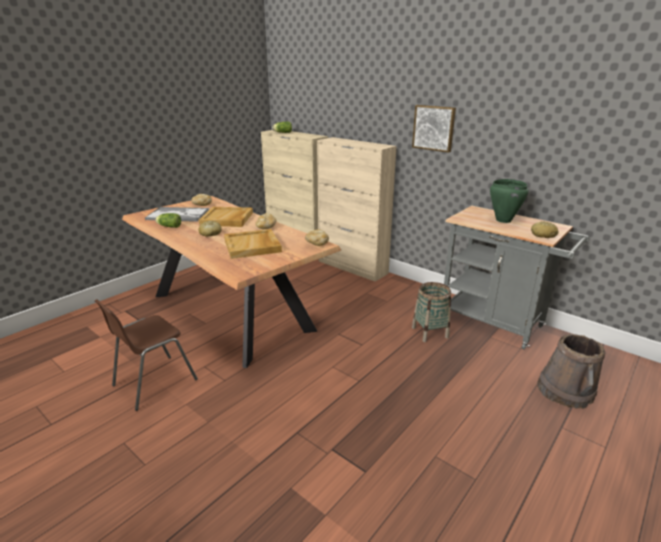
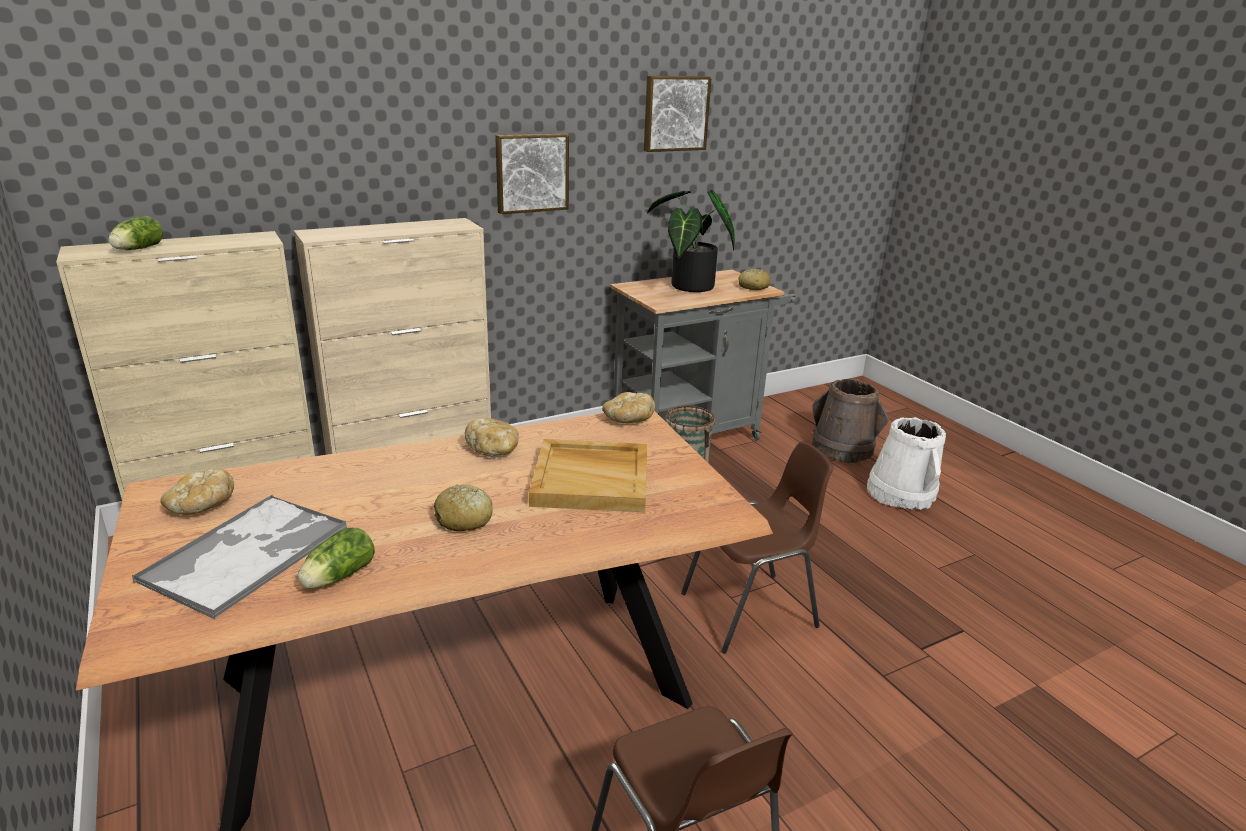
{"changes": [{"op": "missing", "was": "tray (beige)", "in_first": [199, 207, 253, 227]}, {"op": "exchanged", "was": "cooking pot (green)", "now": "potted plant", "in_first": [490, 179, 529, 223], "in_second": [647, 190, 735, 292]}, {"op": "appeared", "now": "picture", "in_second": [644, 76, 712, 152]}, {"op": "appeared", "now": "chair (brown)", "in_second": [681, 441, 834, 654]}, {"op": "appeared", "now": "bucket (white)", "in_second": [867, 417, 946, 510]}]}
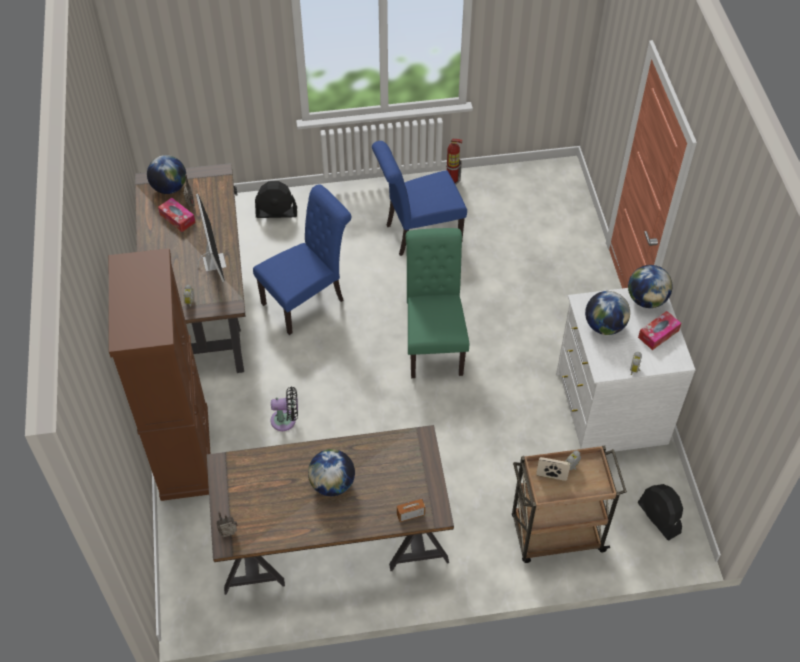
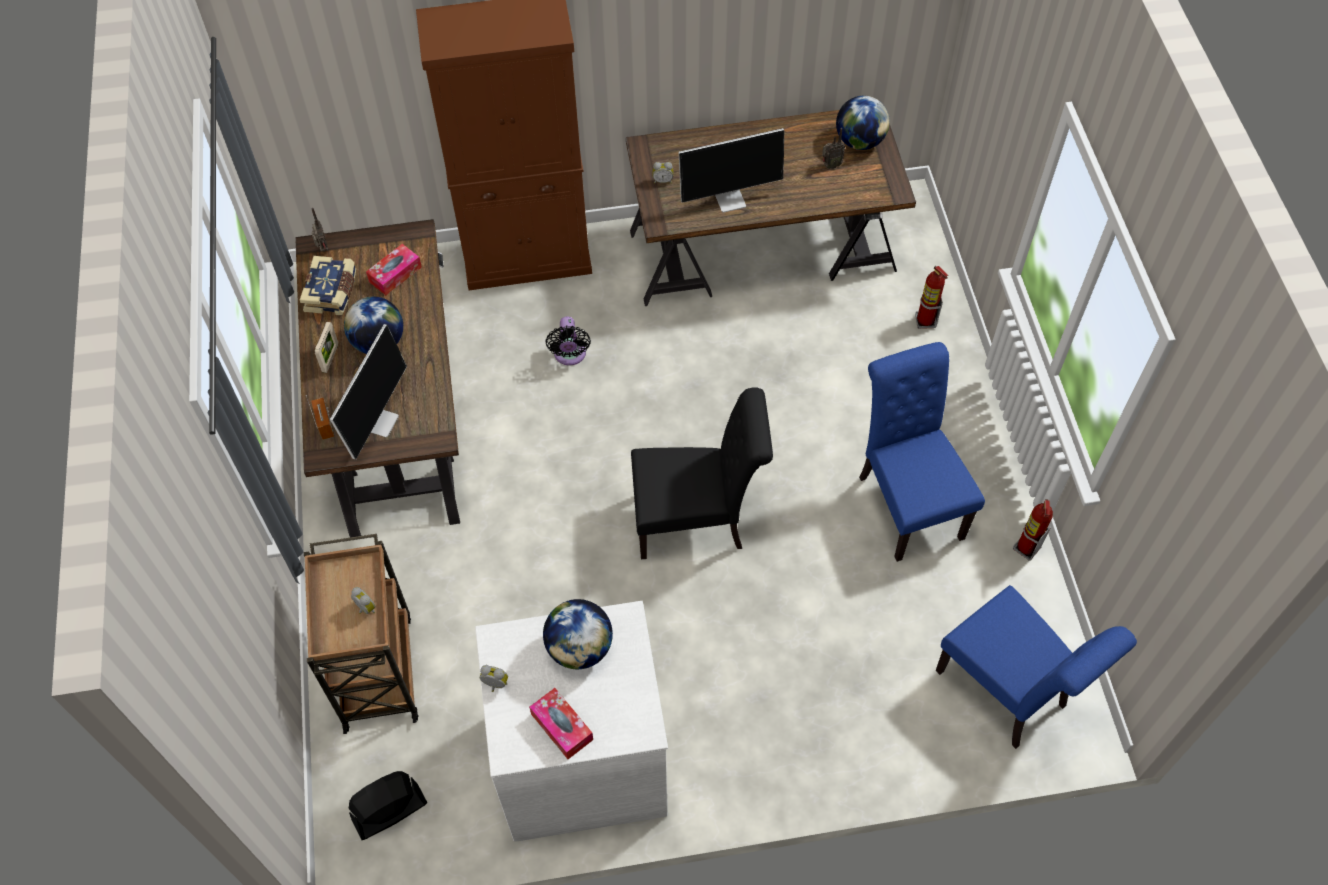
{"changes": [{"op": "relocated", "was": "tissue box", "in_first": [158, 198, 196, 232], "in_second": [366, 244, 422, 295]}, {"op": "relocated", "was": "chair (blue)", "in_first": [253, 184, 352, 335], "in_second": [936, 585, 1137, 749]}, {"op": "exchanged", "was": "fan (black)", "now": "fire extinguisher", "in_first": [255, 181, 297, 218], "in_second": [915, 266, 948, 329]}, {"op": "colour", "was": "chair (green)", "now": "chair (black)", "in_first": [406, 228, 469, 378], "in_second": [631, 387, 773, 559]}, {"op": "relocated", "was": "picture frame", "in_first": [536, 457, 570, 481], "in_second": [315, 322, 338, 373]}, {"op": "missing", "was": "globe", "in_first": [628, 265, 673, 308]}, {"op": "appeared", "now": "book", "in_second": [300, 256, 356, 315]}, {"op": "appeared", "now": "monitor", "in_second": [330, 324, 407, 459]}]}
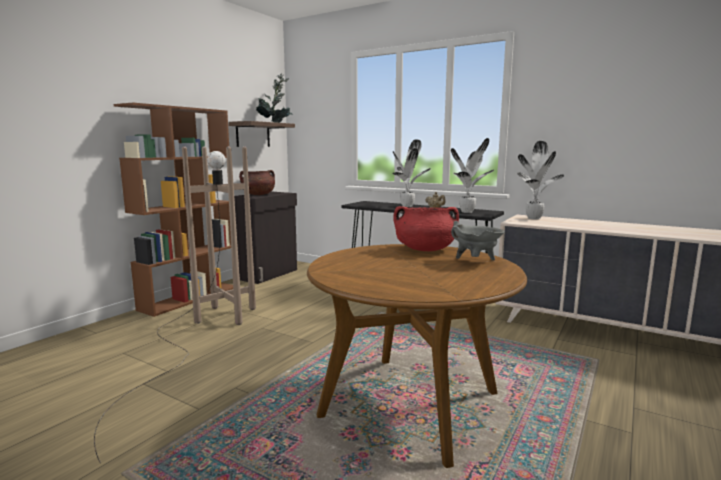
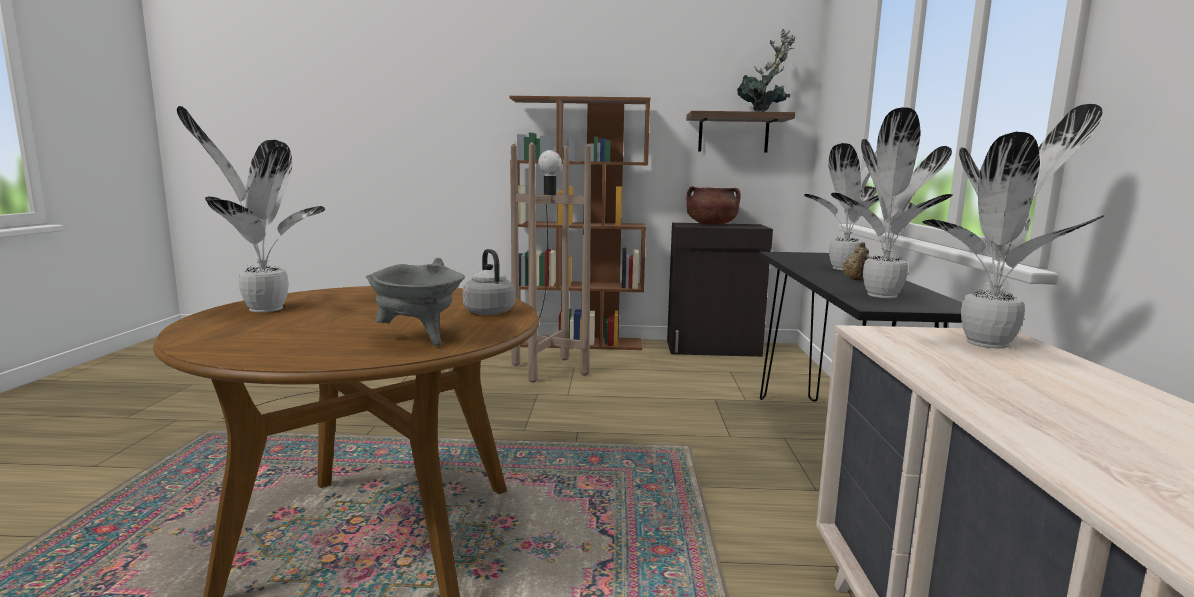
{"changes": [{"op": "exchanged", "was": "cooking pot (red)", "now": "kettle (grey)", "in_first": [393, 206, 459, 251], "in_second": [463, 249, 515, 315]}, {"op": "appeared", "now": "potted plant", "in_second": [177, 106, 325, 313]}]}
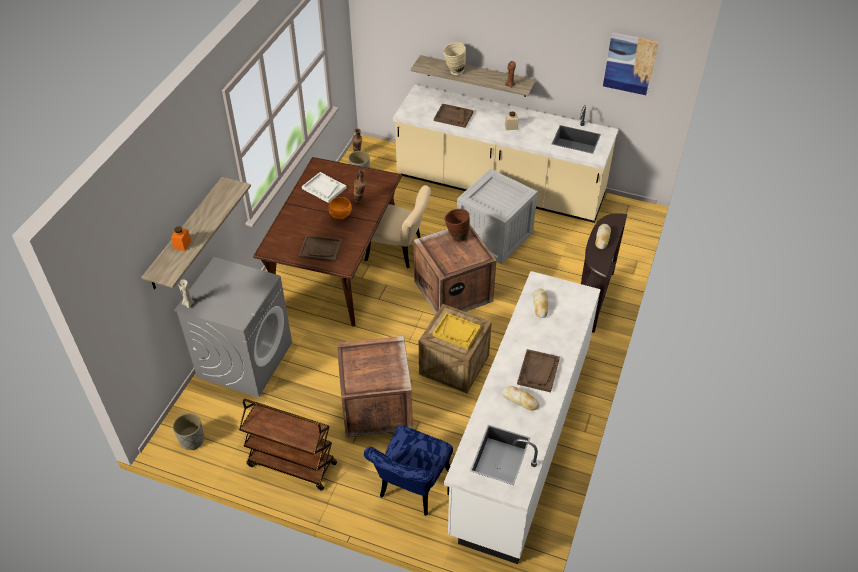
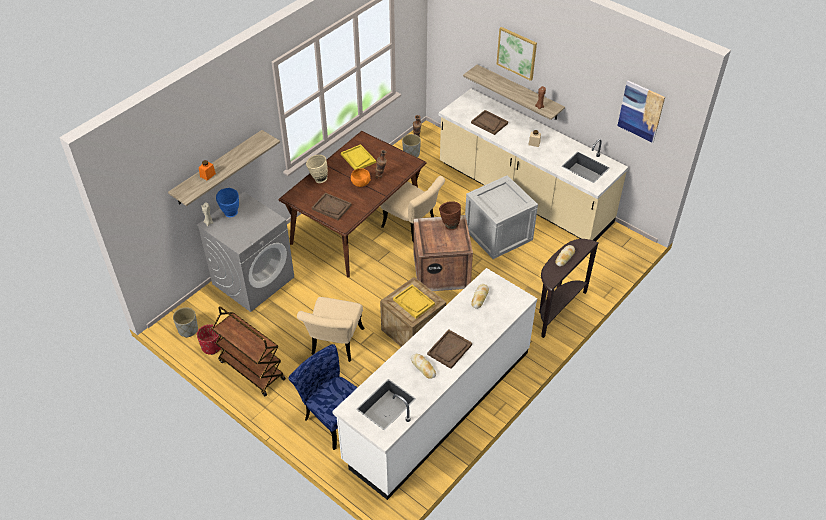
{"changes": [{"op": "colour", "was": "tray (white)", "now": "tray (yellow)", "in_first": [302, 172, 347, 203], "in_second": [341, 144, 376, 170]}, {"op": "exchanged", "was": "crate", "now": "chair (beige)", "in_first": [337, 336, 413, 437], "in_second": [297, 297, 365, 362]}, {"op": "spun", "was": "chair (blue)", "in_first": [364, 425, 453, 516], "in_second": [288, 344, 358, 450], "clockwise": 90}, {"op": "relocated", "was": "vase (beige)", "in_first": [443, 42, 466, 75], "in_second": [306, 155, 328, 183]}, {"op": "appeared", "now": "planter (red)", "in_second": [197, 324, 221, 355]}, {"op": "appeared", "now": "vase (blue)", "in_second": [216, 188, 239, 217]}, {"op": "appeared", "now": "picture", "in_second": [497, 27, 537, 81]}]}
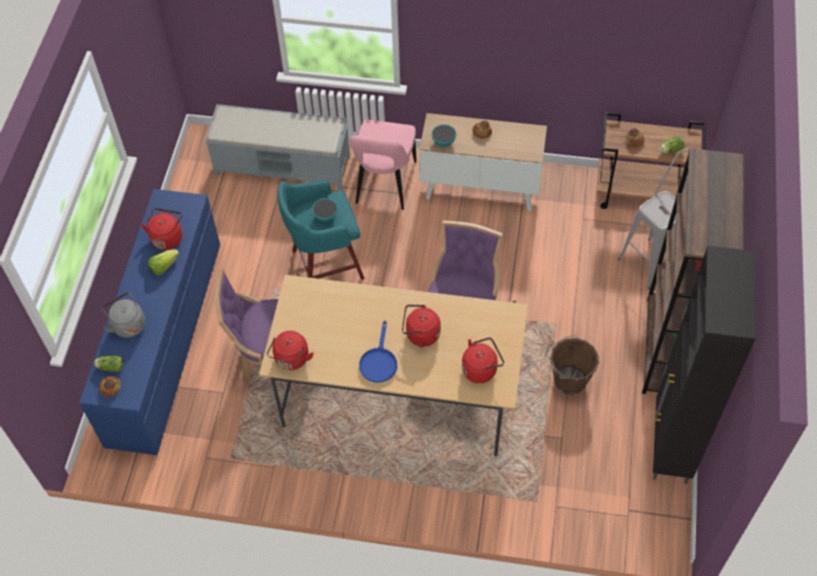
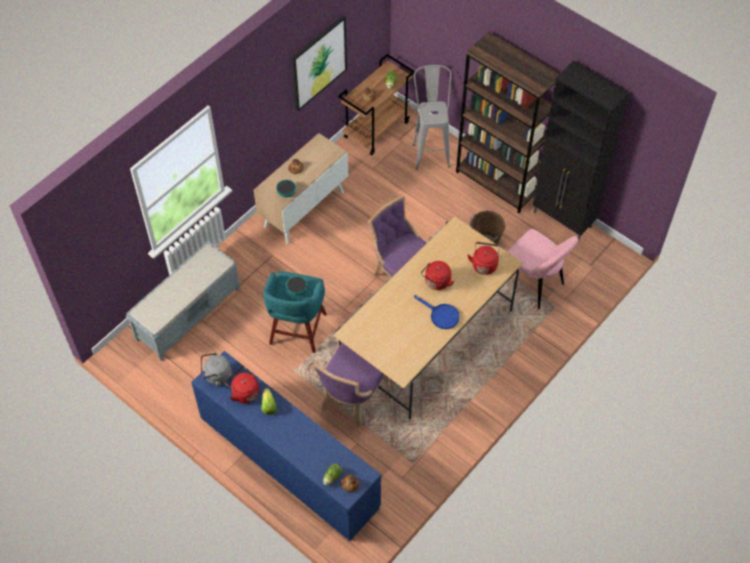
{"changes": [{"op": "relocated", "was": "kettle (grey)", "in_first": [101, 292, 145, 338], "in_second": [201, 353, 232, 386]}, {"op": "missing", "was": "kettle (red)", "in_first": [267, 331, 314, 370]}, {"op": "relocated", "was": "chair (pink)", "in_first": [350, 119, 417, 210], "in_second": [507, 229, 579, 309]}, {"op": "appeared", "now": "picture", "in_second": [291, 15, 347, 111]}]}
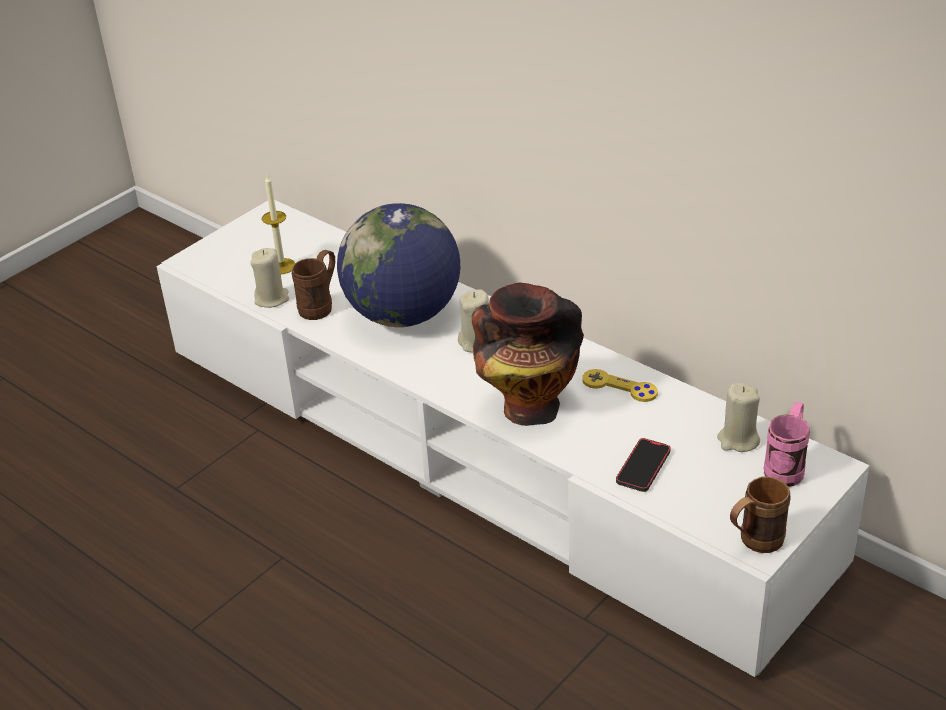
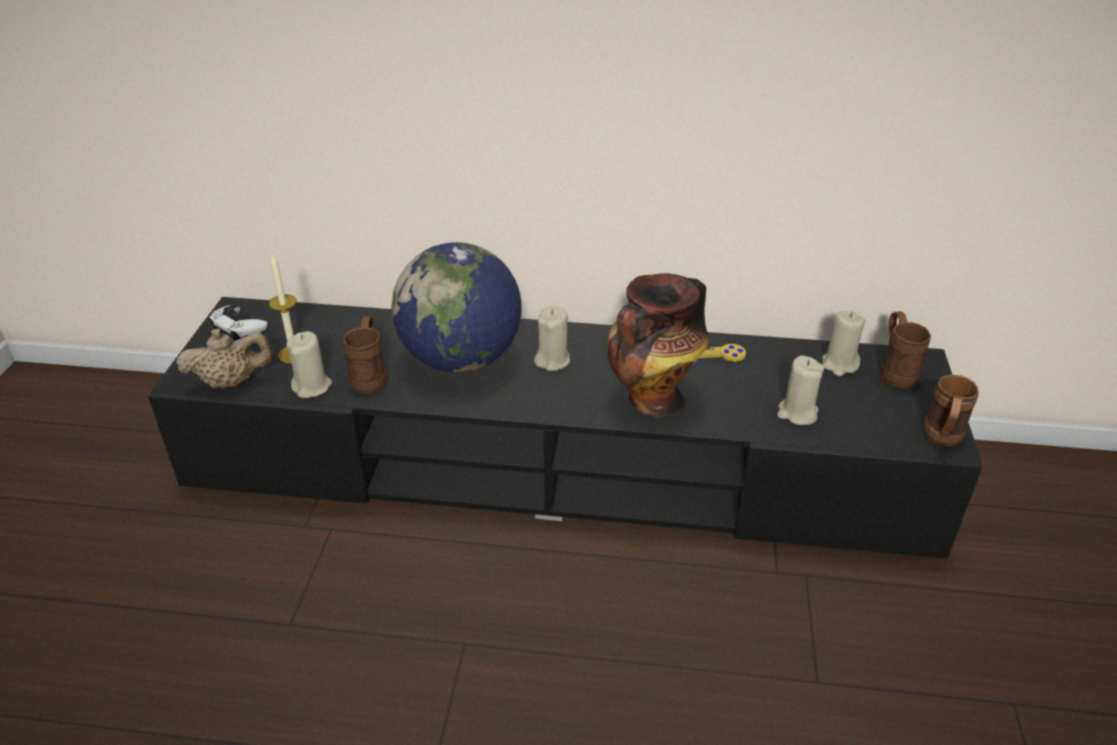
{"changes": [{"op": "colour", "was": "tv stand (white)", "now": "tv stand (black)", "in_first": [156, 200, 870, 677], "in_second": [148, 297, 983, 559]}, {"op": "exchanged", "was": "phone", "now": "candle (beige)", "in_first": [616, 438, 671, 492], "in_second": [777, 355, 824, 425]}, {"op": "colour", "was": "mug (pink)", "now": "mug (brown)", "in_first": [764, 402, 810, 487], "in_second": [881, 311, 931, 389]}, {"op": "appeared", "now": "teapot (beige)", "in_second": [176, 328, 273, 389]}, {"op": "appeared", "now": "game controller (white)", "in_second": [209, 305, 268, 340]}]}
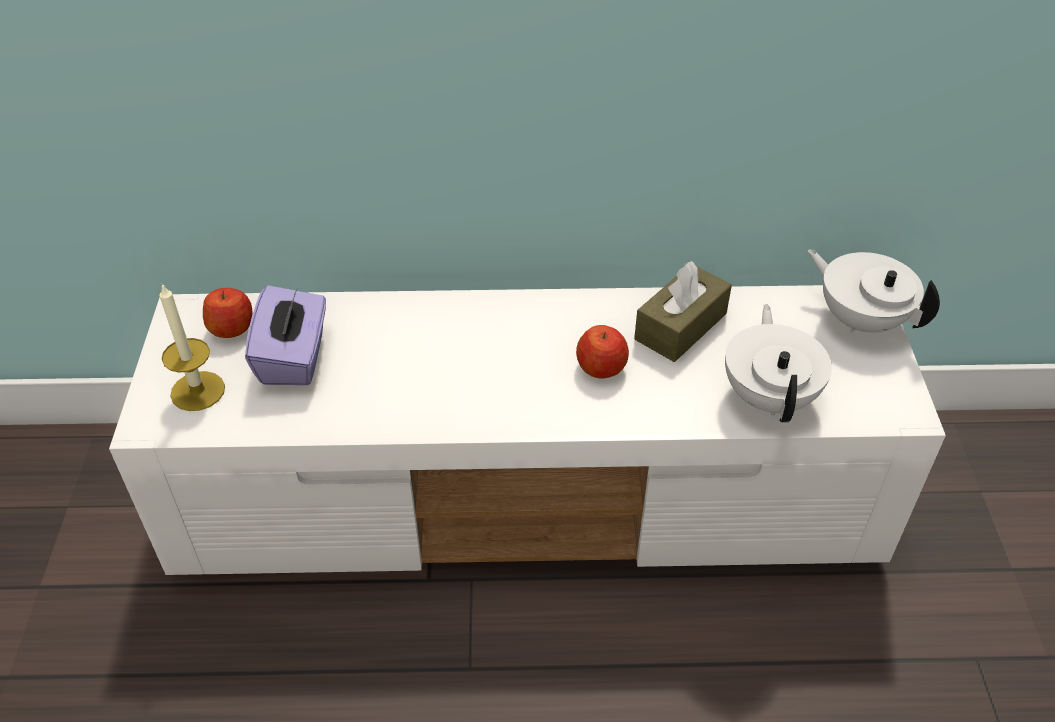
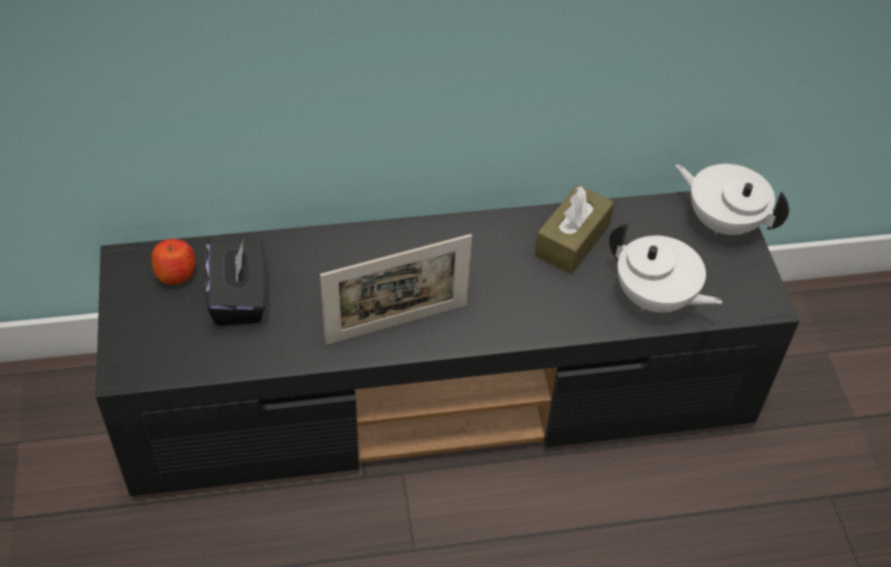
{"changes": [{"op": "colour", "was": "tv stand (white)", "now": "tv stand (black)", "in_first": [109, 285, 946, 575], "in_second": [96, 191, 800, 497]}, {"op": "missing", "was": "candle", "in_first": [159, 284, 225, 411]}, {"op": "colour", "was": "tissue box (purple)", "now": "tissue box (black)", "in_first": [245, 285, 326, 385], "in_second": [205, 236, 267, 326]}, {"op": "missing", "was": "apple", "in_first": [576, 325, 629, 378]}, {"op": "spun", "was": "teapot (white)", "in_first": [725, 304, 832, 422], "in_second": [609, 224, 723, 313], "clockwise": 135}, {"op": "appeared", "now": "picture frame", "in_second": [320, 234, 472, 345]}]}
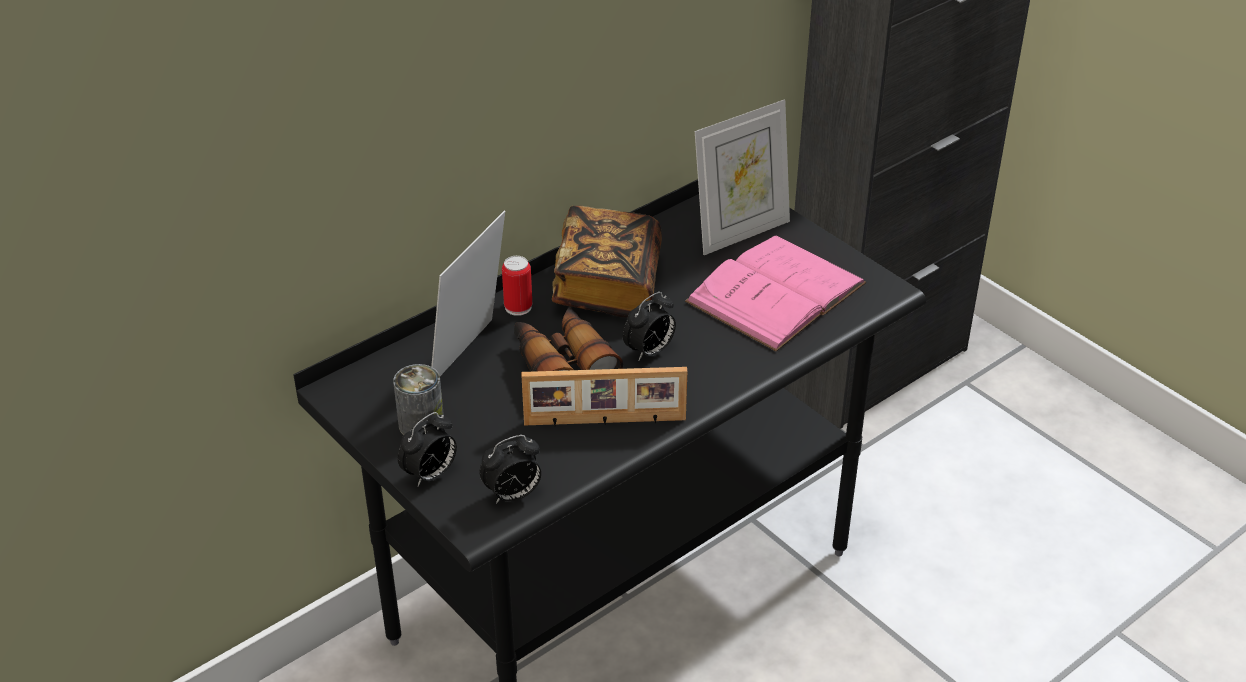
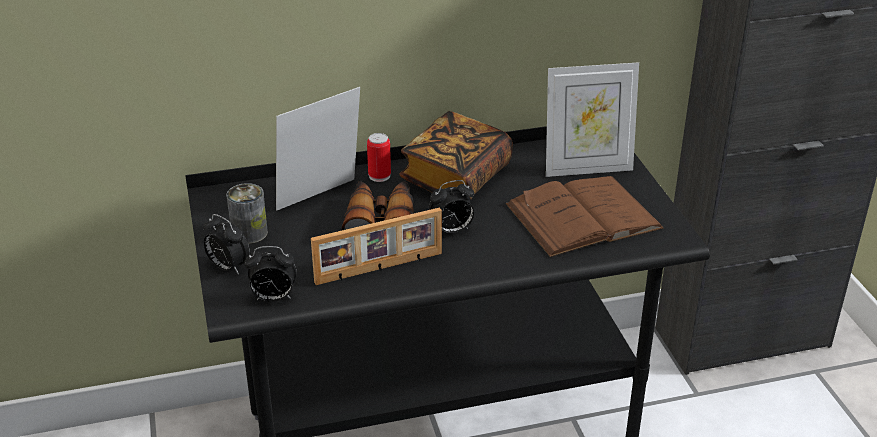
{"changes": [{"op": "spun", "was": "alarm clock", "in_first": [397, 412, 457, 486], "in_second": [203, 214, 250, 275], "clockwise": 60}, {"op": "spun", "was": "picture frame", "in_first": [522, 367, 687, 426], "in_second": [311, 207, 442, 285], "clockwise": -45}, {"op": "colour", "was": "book (pink)", "now": "book (brown)", "in_first": [685, 236, 866, 352], "in_second": [506, 176, 664, 257]}]}
